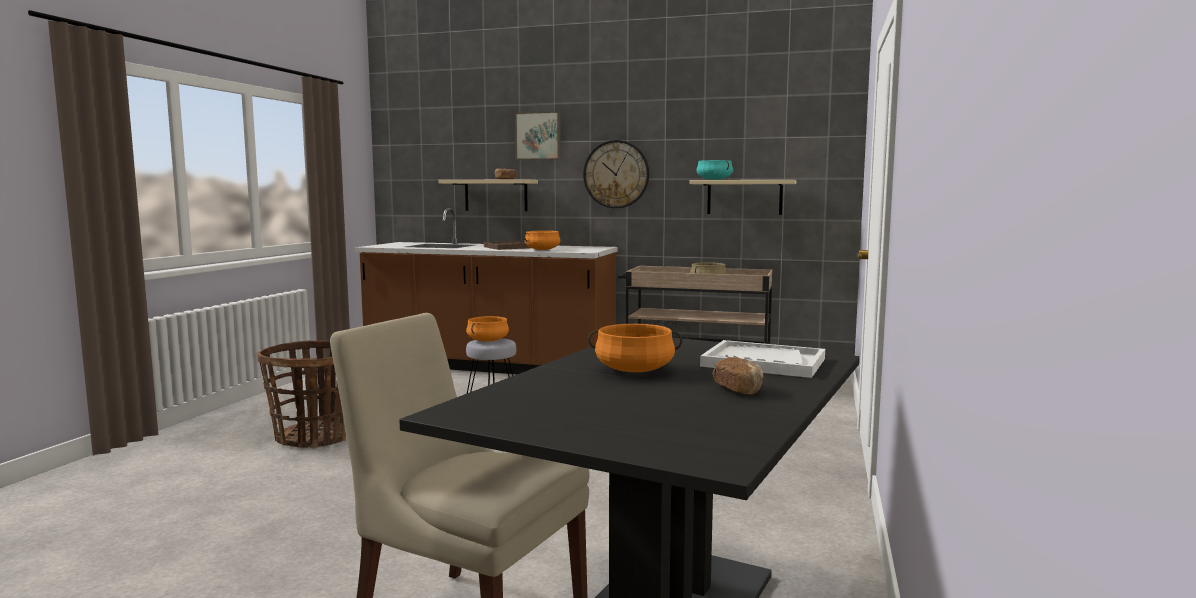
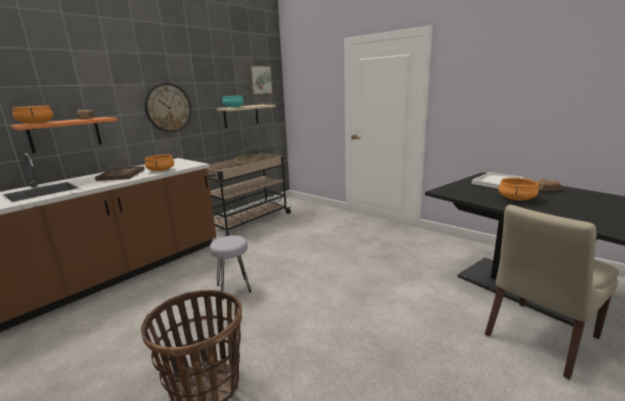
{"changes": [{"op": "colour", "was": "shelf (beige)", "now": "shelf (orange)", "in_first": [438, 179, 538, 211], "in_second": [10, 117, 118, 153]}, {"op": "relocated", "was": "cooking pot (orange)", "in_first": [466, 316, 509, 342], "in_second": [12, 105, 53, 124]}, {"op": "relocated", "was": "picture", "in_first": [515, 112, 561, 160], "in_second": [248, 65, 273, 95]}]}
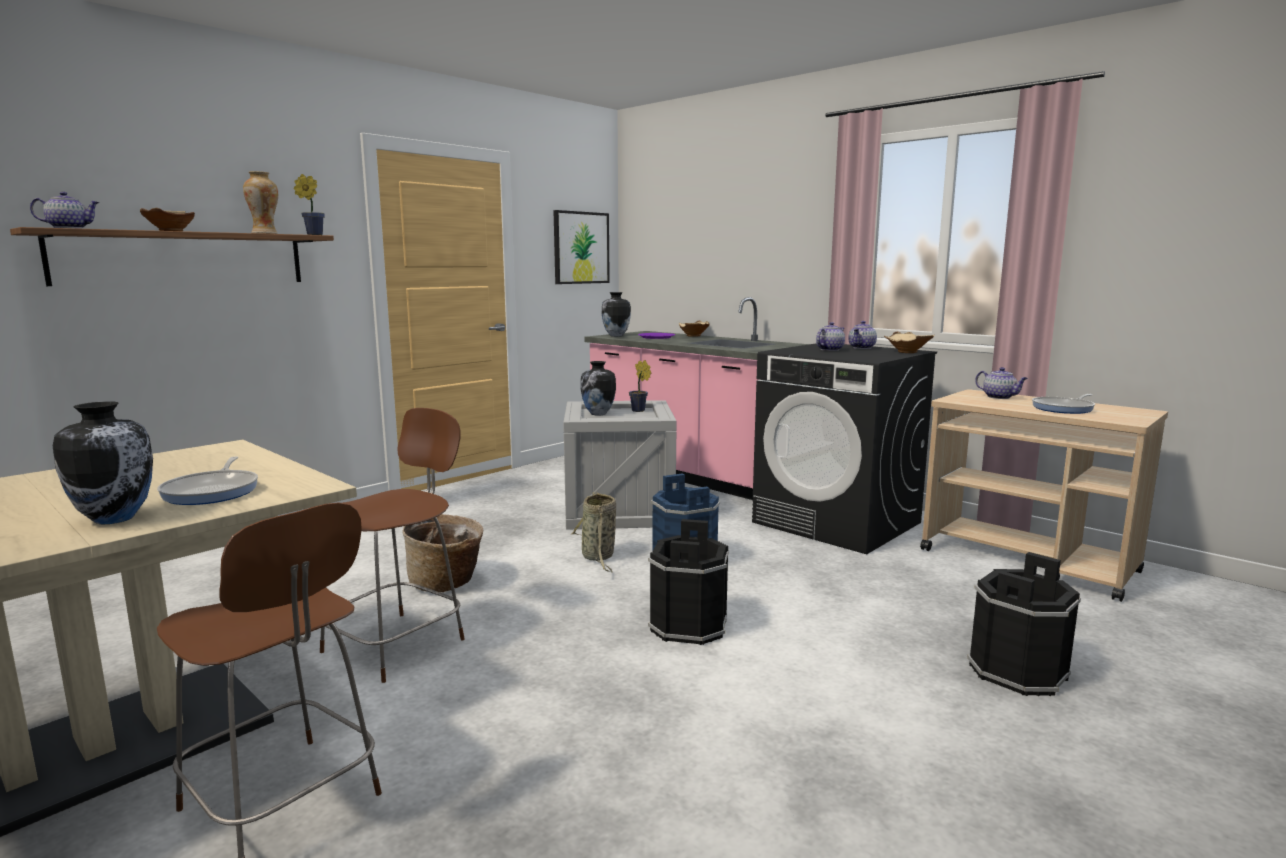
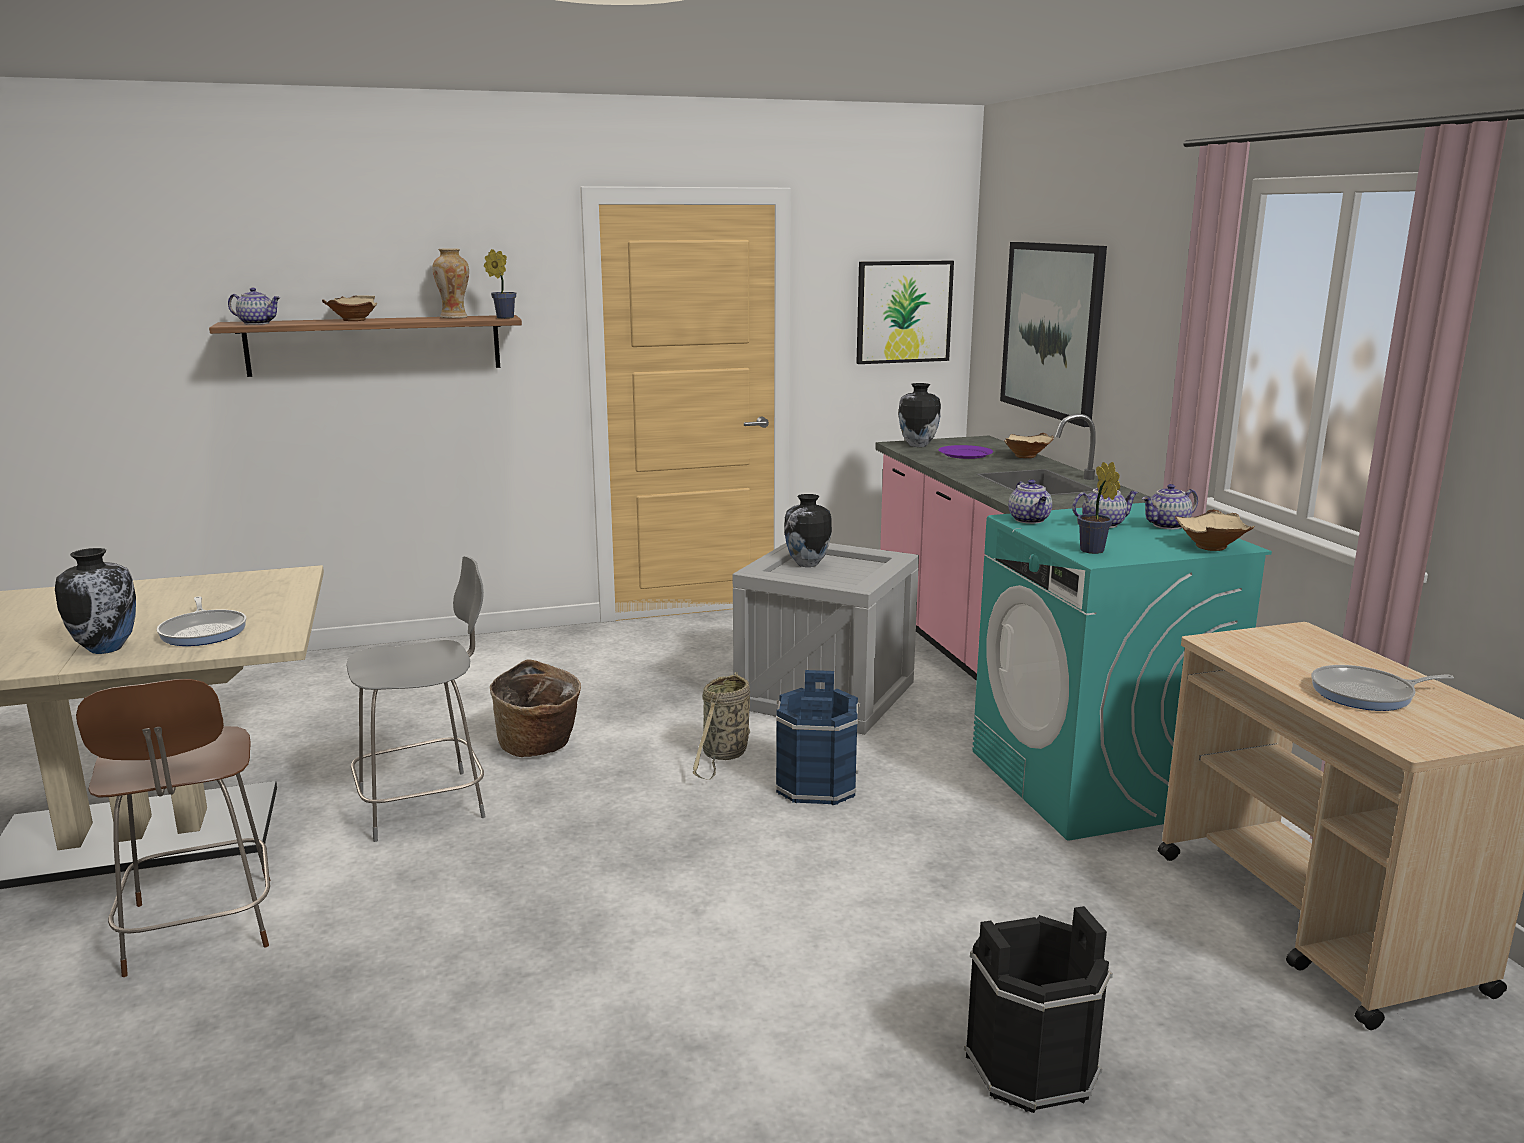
{"changes": [{"op": "spun", "was": "frying pan", "in_first": [157, 456, 258, 505], "in_second": [157, 596, 246, 646], "clockwise": -45}, {"op": "colour", "was": "chair (brown)", "now": "chair (grey)", "in_first": [320, 408, 465, 683], "in_second": [346, 556, 486, 842]}, {"op": "relocated", "was": "potted plant", "in_first": [629, 360, 652, 412], "in_second": [1077, 462, 1120, 554]}, {"op": "missing", "was": "bucket (black)", "in_first": [648, 519, 729, 645]}, {"op": "colour", "was": "washing machine (black)", "now": "washing machine (turquoise)", "in_first": [752, 343, 937, 554], "in_second": [972, 503, 1272, 841]}, {"op": "relocated", "was": "teapot", "in_first": [975, 367, 1028, 399], "in_second": [1008, 479, 1052, 524]}, {"op": "appeared", "now": "picture", "in_second": [1000, 242, 1107, 427]}]}
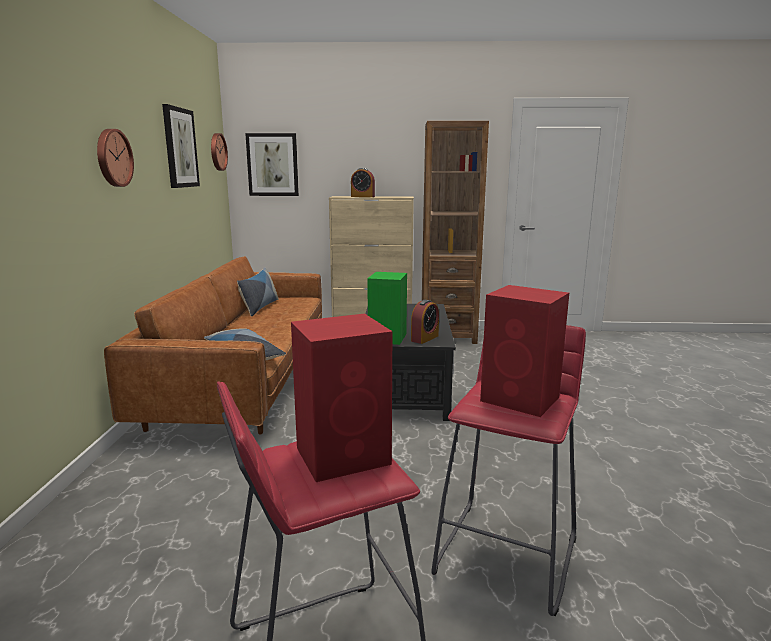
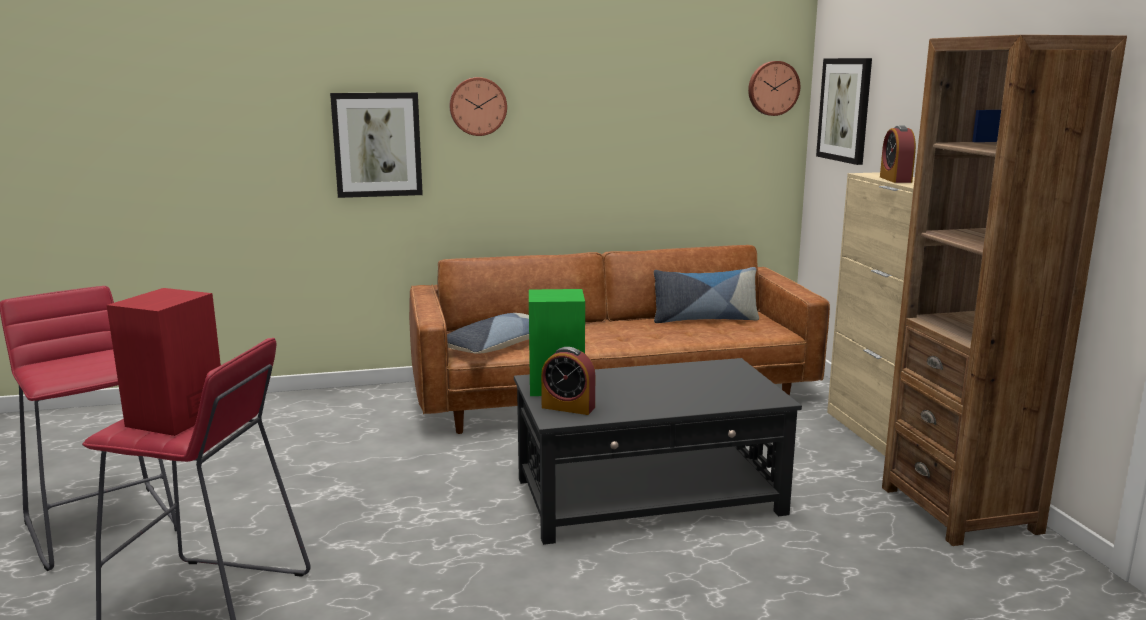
{"changes": [{"op": "relocated", "was": "picture", "in_first": [162, 104, 200, 188], "in_second": [330, 92, 423, 198]}, {"op": "missing", "was": "speaker (red)", "in_first": [291, 314, 392, 482]}]}
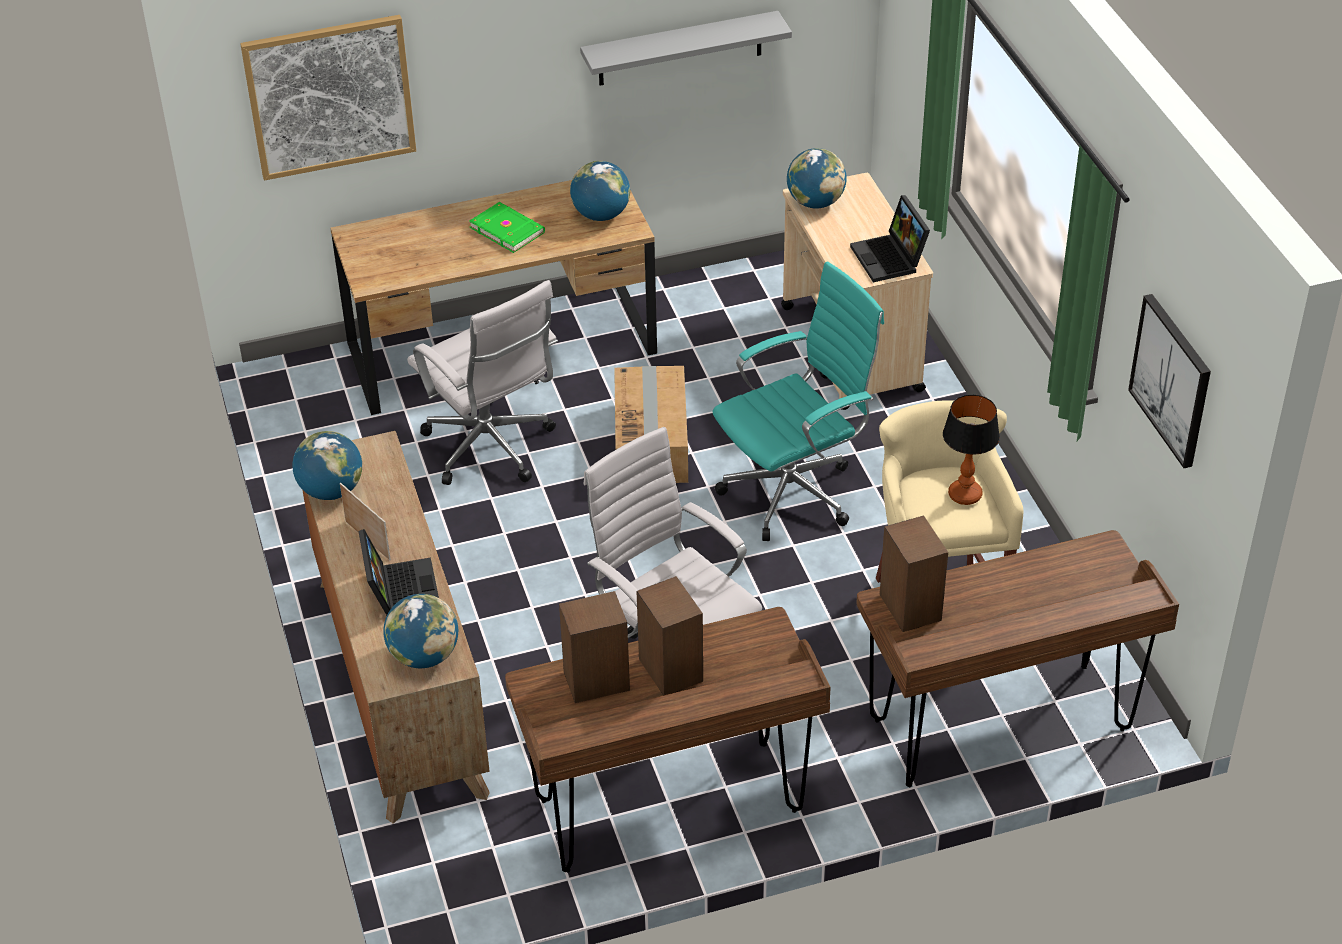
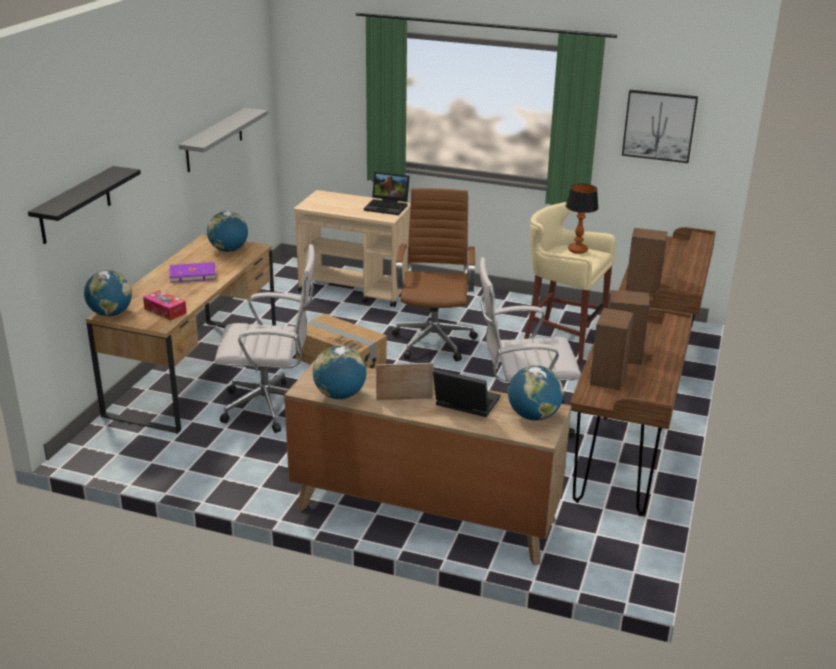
{"changes": [{"op": "exchanged", "was": "picture", "now": "shelf (black)", "in_first": [240, 15, 416, 181], "in_second": [28, 166, 141, 244]}, {"op": "colour", "was": "book (green)", "now": "book (purple)", "in_first": [469, 202, 545, 253], "in_second": [169, 262, 216, 283]}, {"op": "colour", "was": "office chair (turquoise)", "now": "office chair (brown)", "in_first": [713, 262, 884, 541], "in_second": [392, 188, 478, 362]}, {"op": "relocated", "was": "globe", "in_first": [787, 148, 847, 208], "in_second": [84, 270, 132, 316]}, {"op": "appeared", "now": "tissue box", "in_second": [143, 290, 187, 321]}]}
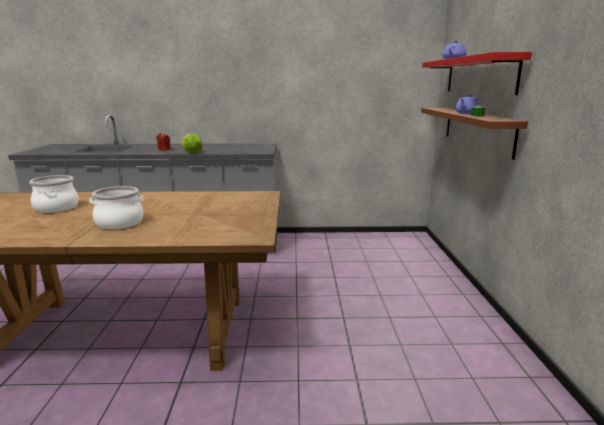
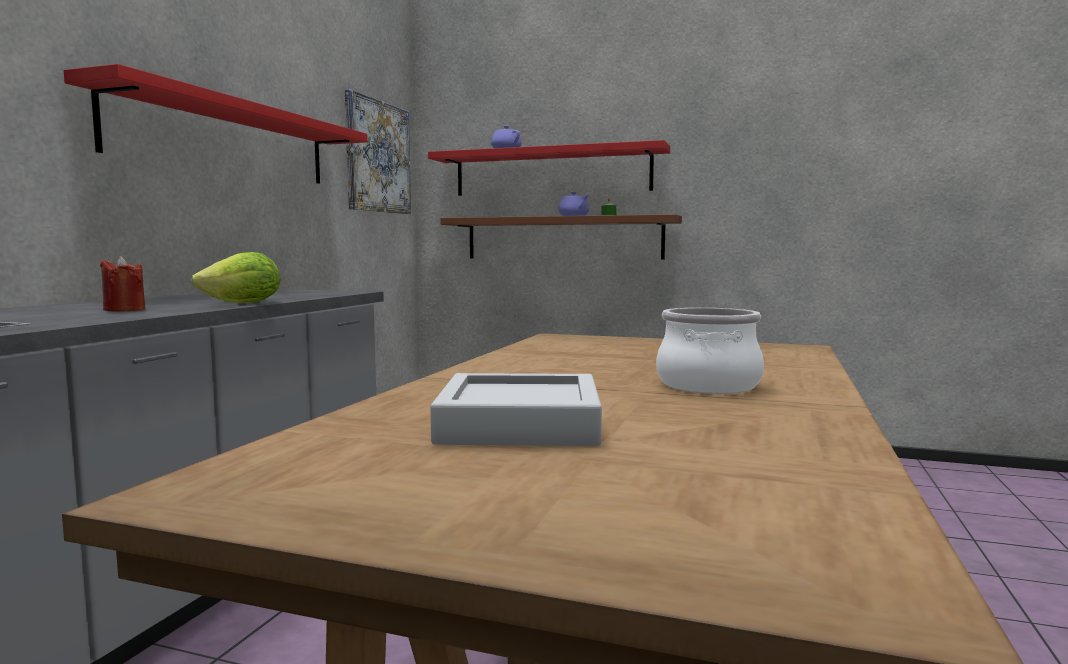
{"changes": [{"op": "exchanged", "was": "cooking pot", "now": "tray (grey)", "in_first": [29, 175, 79, 213], "in_second": [430, 373, 602, 446]}, {"op": "appeared", "now": "shelf (red)", "in_second": [64, 64, 368, 184]}, {"op": "appeared", "now": "picture", "in_second": [345, 89, 411, 214]}]}
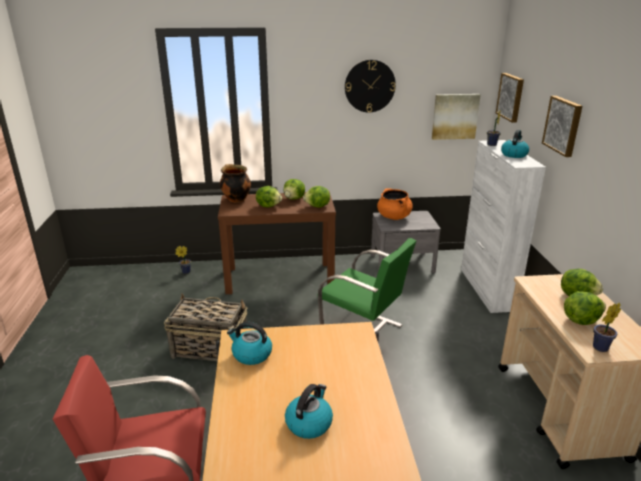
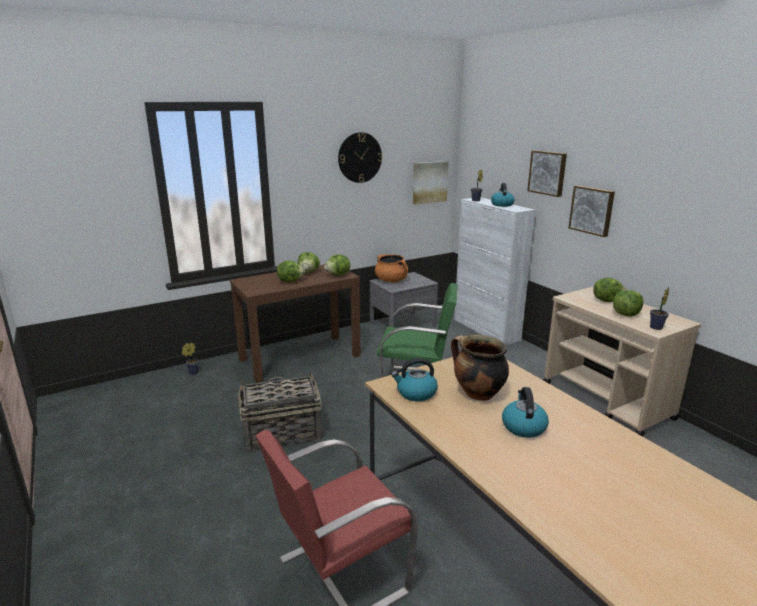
{"changes": [{"op": "relocated", "was": "cooking pot", "in_first": [220, 164, 251, 203], "in_second": [451, 335, 509, 401]}, {"op": "relocated", "was": "picture", "in_first": [496, 73, 524, 123], "in_second": [568, 185, 615, 237]}]}
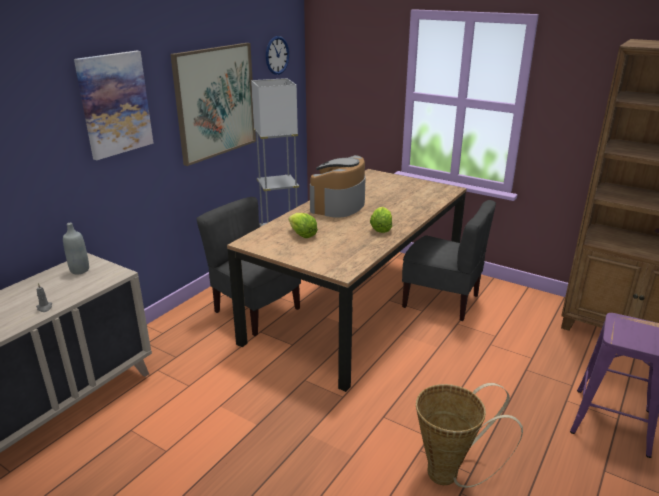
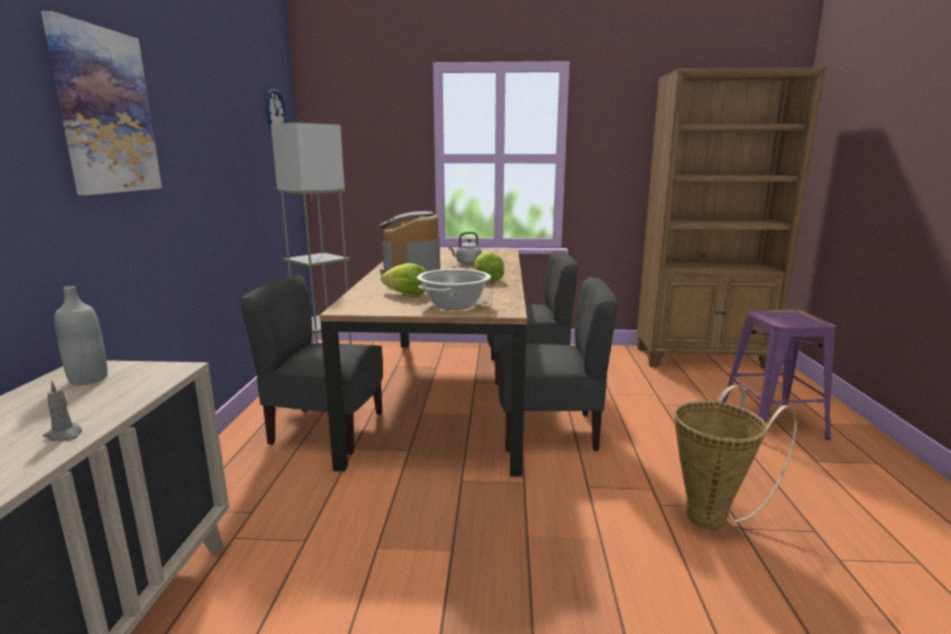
{"changes": [{"op": "missing", "was": "picture", "in_first": [170, 43, 256, 166]}, {"op": "appeared", "now": "cooking pot", "in_second": [417, 269, 491, 310]}, {"op": "appeared", "now": "kettle (grey)", "in_second": [449, 232, 482, 265]}, {"op": "appeared", "now": "chair (grey)", "in_second": [498, 277, 618, 452]}]}
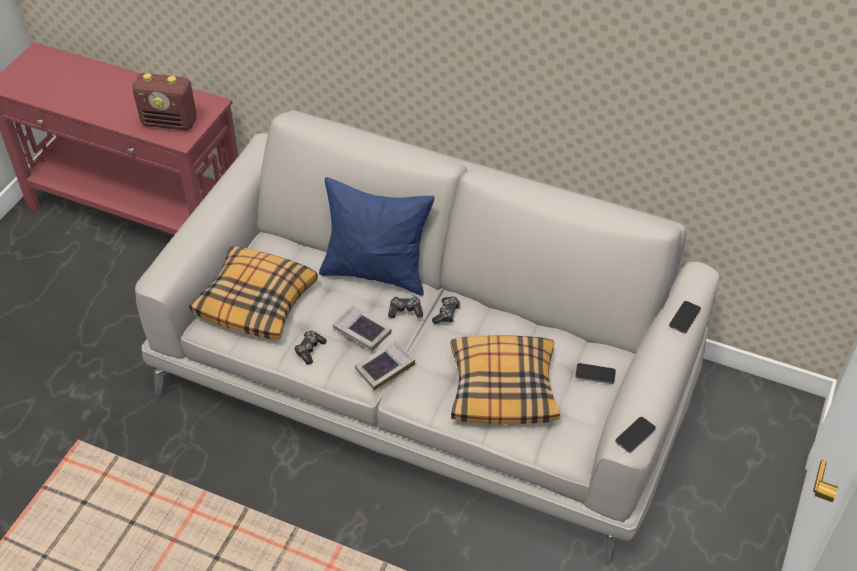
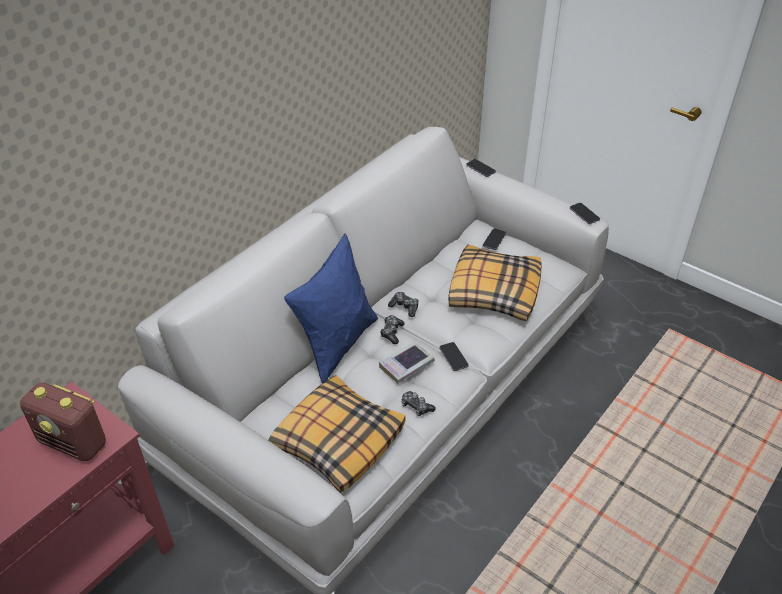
{"changes": [{"op": "spun", "was": "radio", "in_first": [132, 73, 197, 131], "in_second": [20, 383, 106, 462], "clockwise": 90}, {"op": "exchanged", "was": "book", "now": "phone", "in_first": [355, 340, 415, 390], "in_second": [440, 342, 469, 371]}]}
